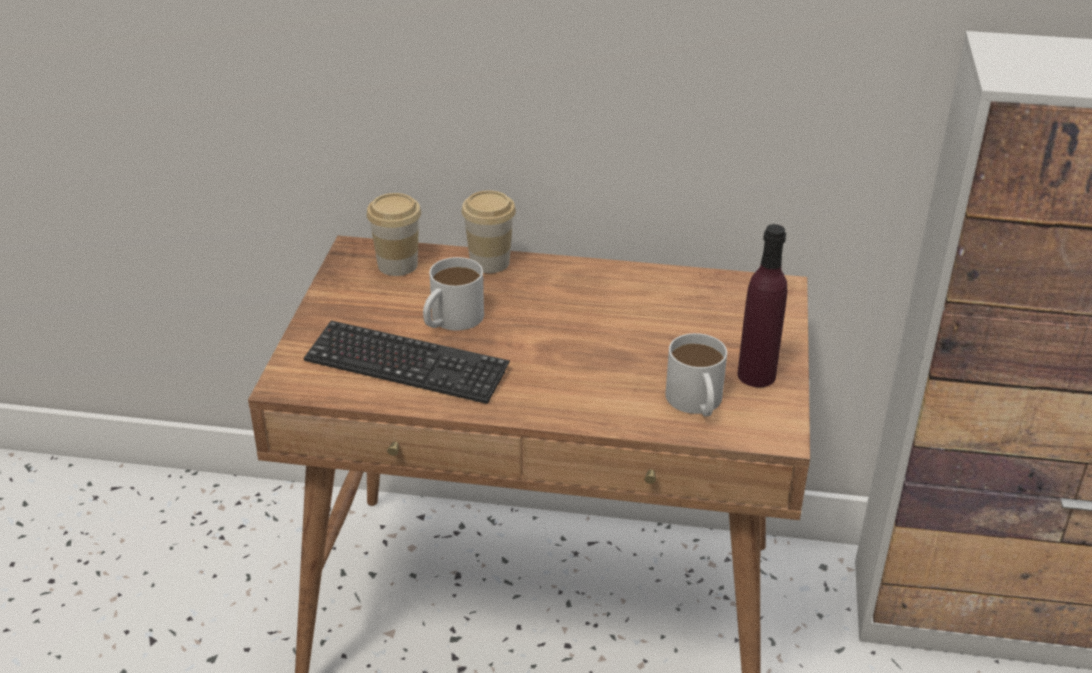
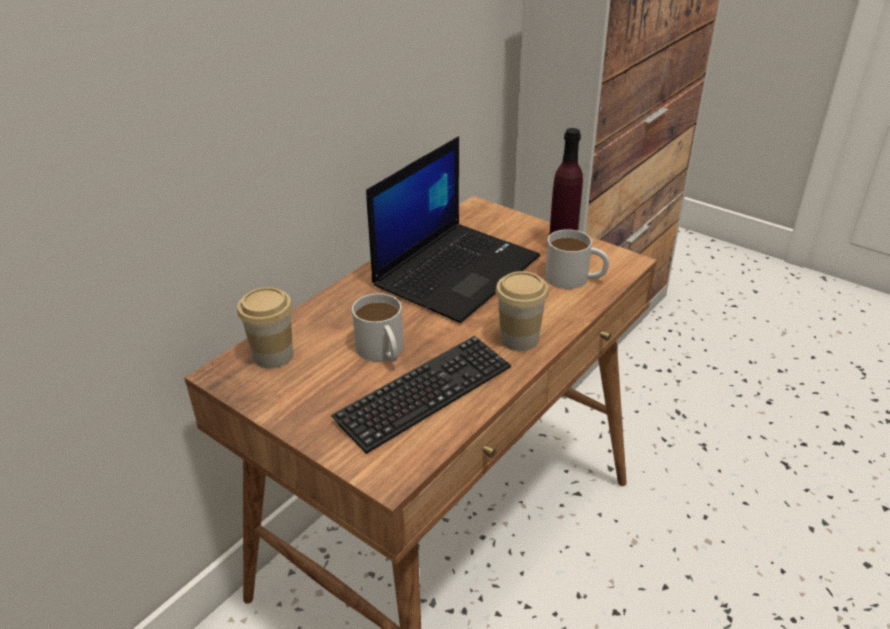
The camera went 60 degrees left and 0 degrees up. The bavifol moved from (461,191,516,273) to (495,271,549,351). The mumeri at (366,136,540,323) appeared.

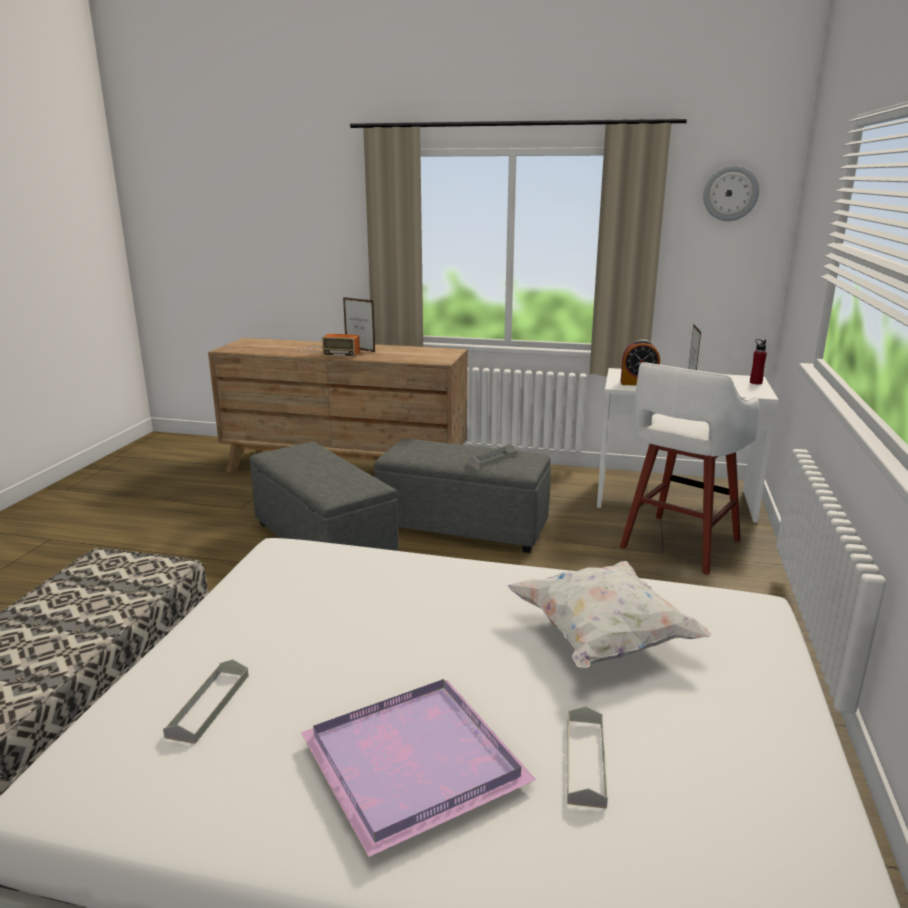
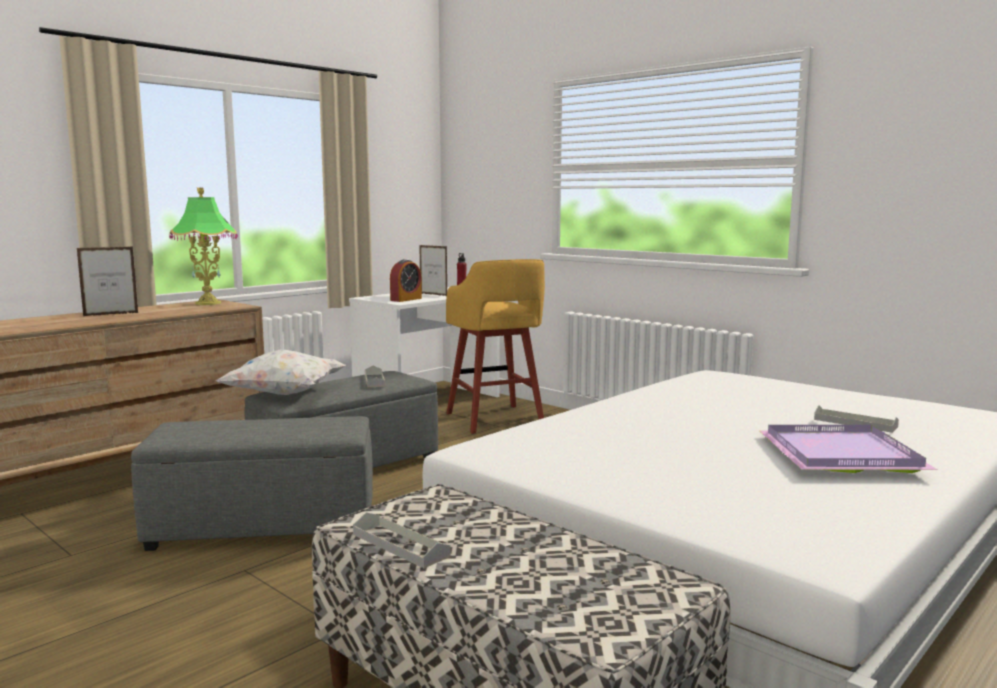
The camera went 60 degrees left and 10 degrees down. The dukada at (703,165,759,221) disappeared. The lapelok at (301,334,360,358) disappeared. The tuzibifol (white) at (620,362,759,575) became the tuzibifol (yellow) at (446,259,545,434). The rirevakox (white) moved from (507,561,711,668) to (216,350,346,395). The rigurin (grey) moved from (163,659,249,744) to (353,512,451,568). The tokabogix at (169,187,238,305) appeared.

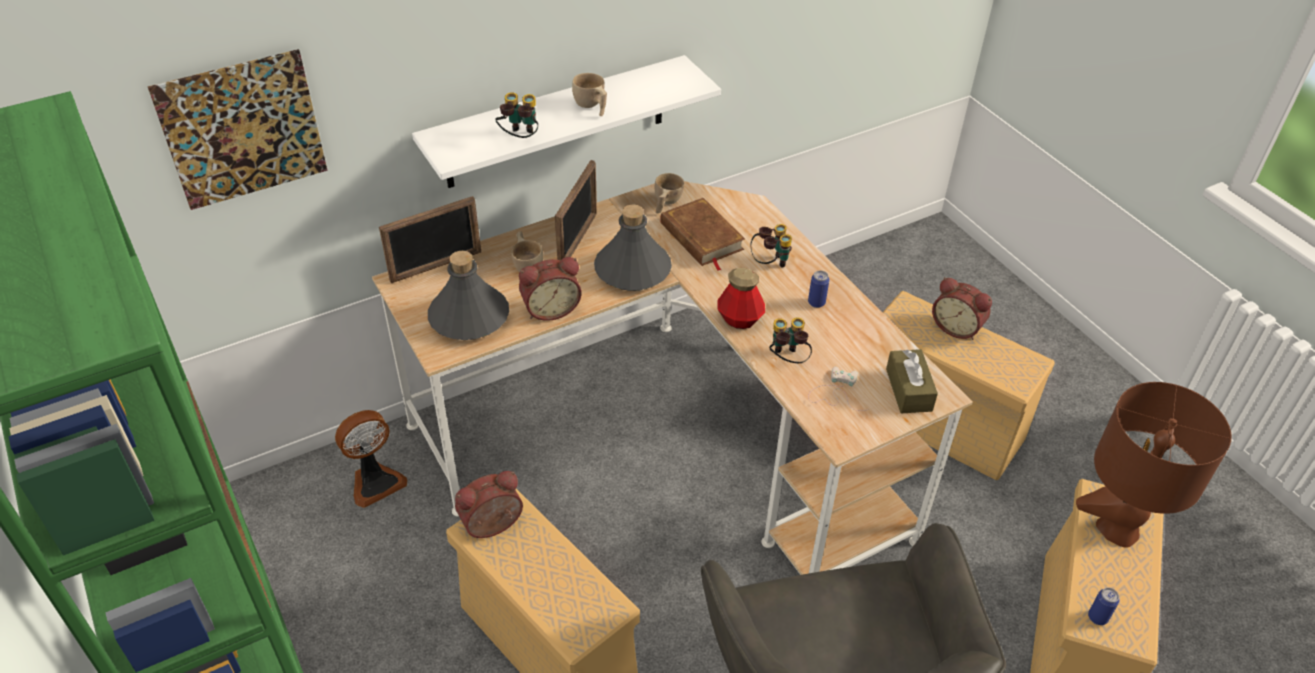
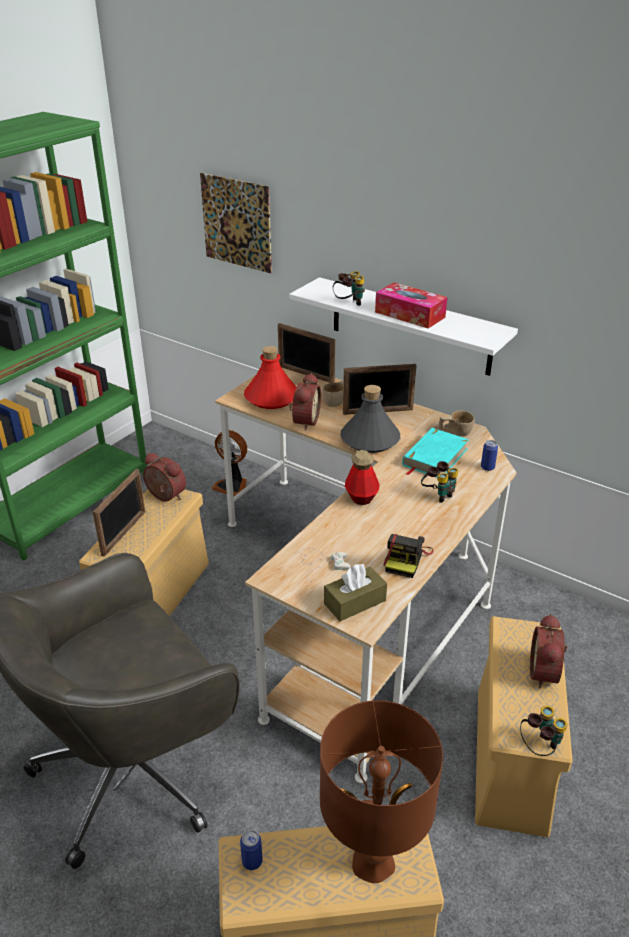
The camera went 65 degrees right and 10 degrees down. The bavifol (beige) at (572,73,607,116) was replaced by the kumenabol at (375,283,447,329). The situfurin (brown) at (660,198,745,271) became the situfurin (turquoise) at (402,428,469,478). The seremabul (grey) at (428,251,509,340) became the seremabul (red) at (244,346,297,409). The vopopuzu at (519,257,582,321) turned 120 degrees counterclockwise. The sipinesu moved from (808,270,830,308) to (481,440,498,471). The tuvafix moved from (769,317,812,363) to (520,706,567,756). The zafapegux at (93,469,146,557) appeared. The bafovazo at (384,534,434,578) appeared.

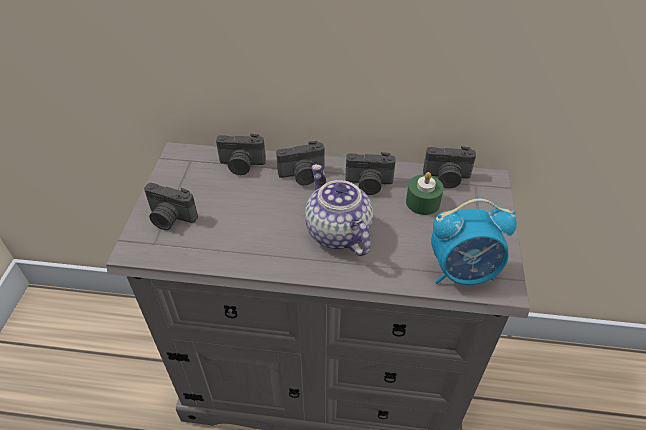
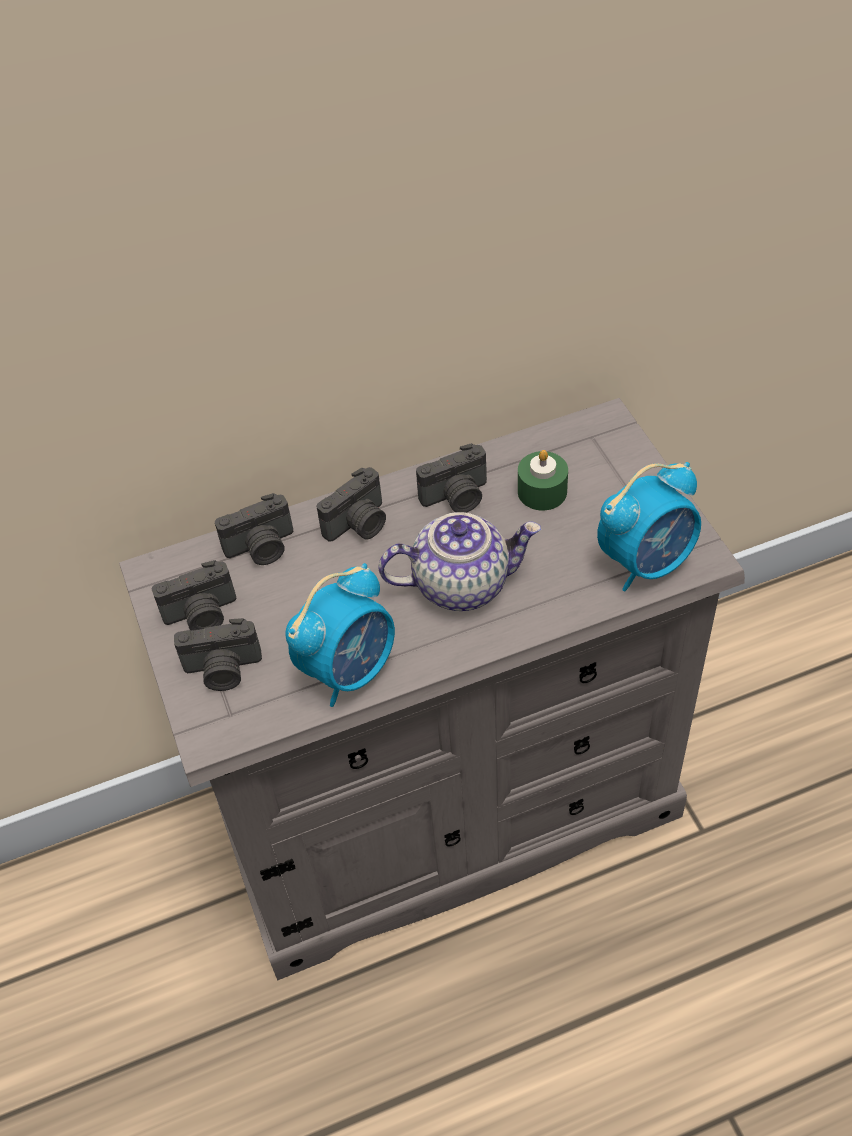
The camera went 25 degrees left and 5 degrees up. The bafovazo moved from (423,146,476,188) to (152,560,236,630). The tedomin at (305,164,373,256) turned 135 degrees clockwise. The vopopuzu at (285,563,395,707) appeared.

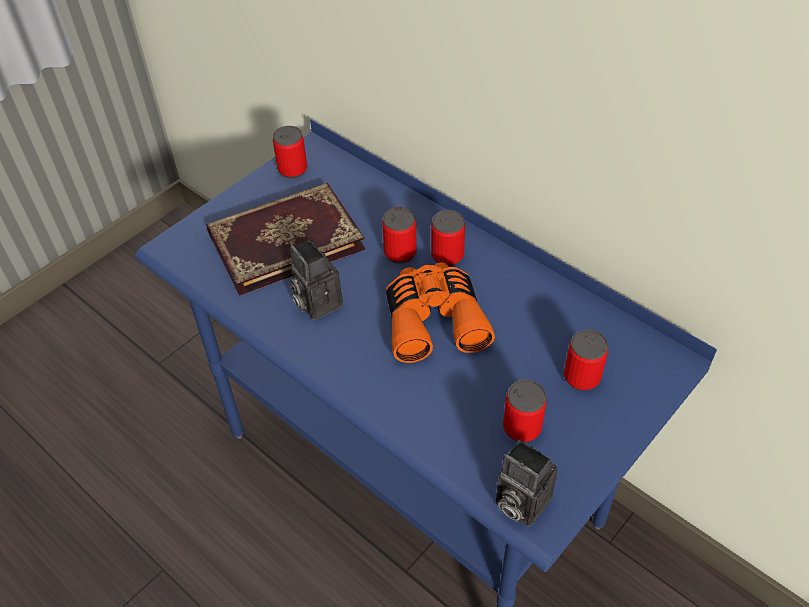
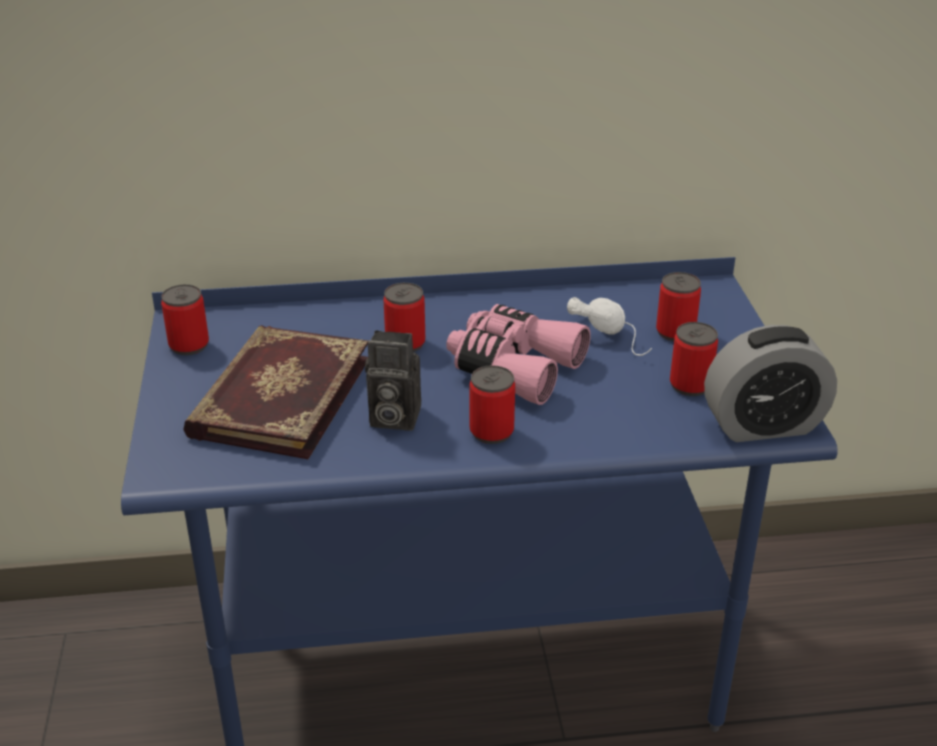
The camera went 50 degrees left and 15 degrees down. The sipinesu moved from (431,210,465,266) to (470,365,515,444). The tuvafix (orange) at (386,262,495,363) became the tuvafix (pink) at (446,304,591,405). The bafovazo at (496,439,557,526) was replaced by the vopopuzu at (704,325,837,442). The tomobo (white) at (567,297,652,356) appeared.

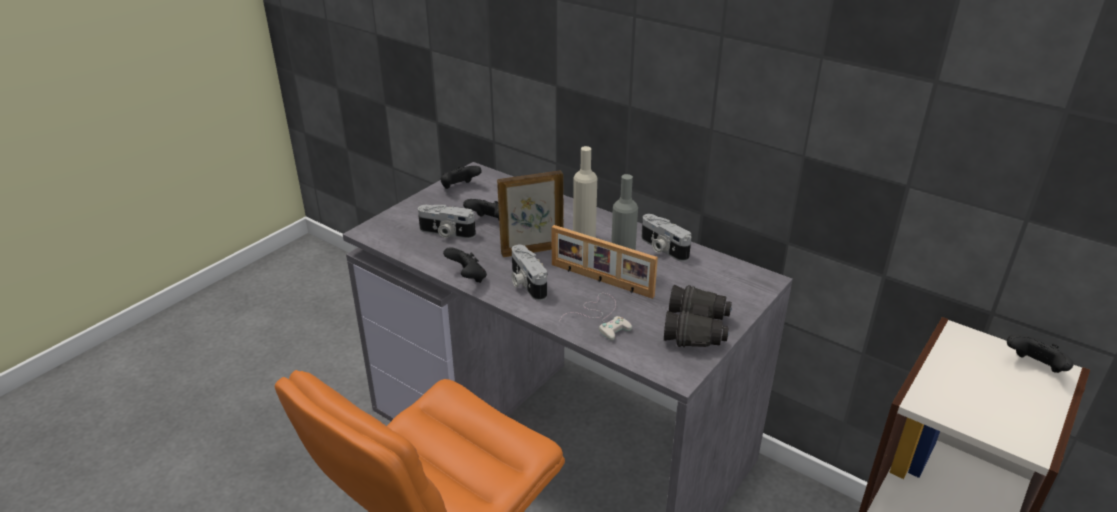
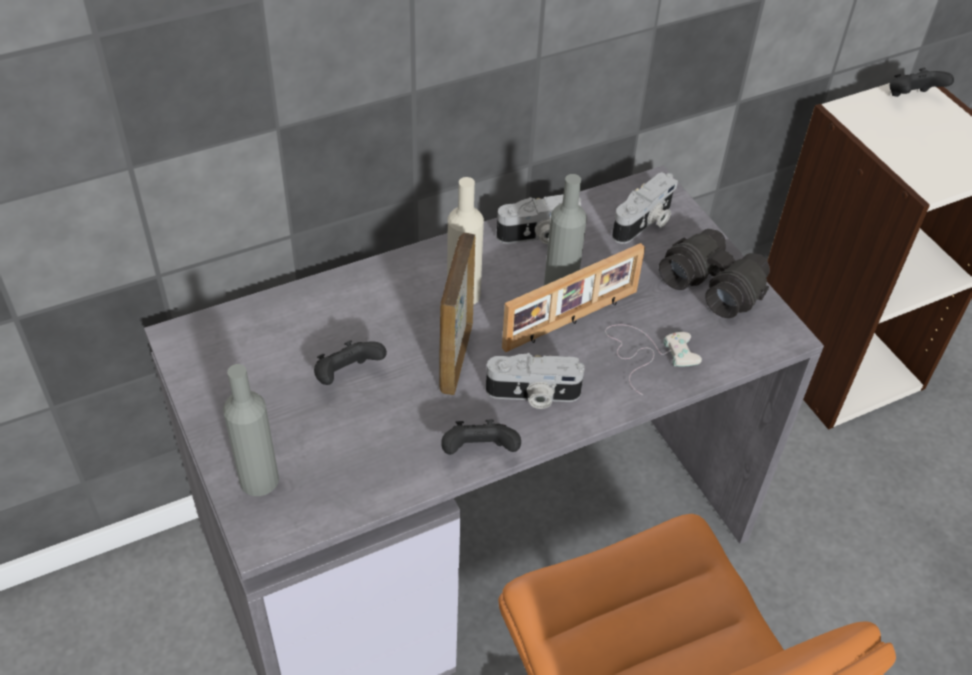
The camera went 65 degrees left and 15 degrees up. The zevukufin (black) at (440,165,482,189) disappeared. The bafovazo moved from (418,205,476,239) to (612,172,678,244). The seremabul (grey) at (223,364,279,496) appeared.

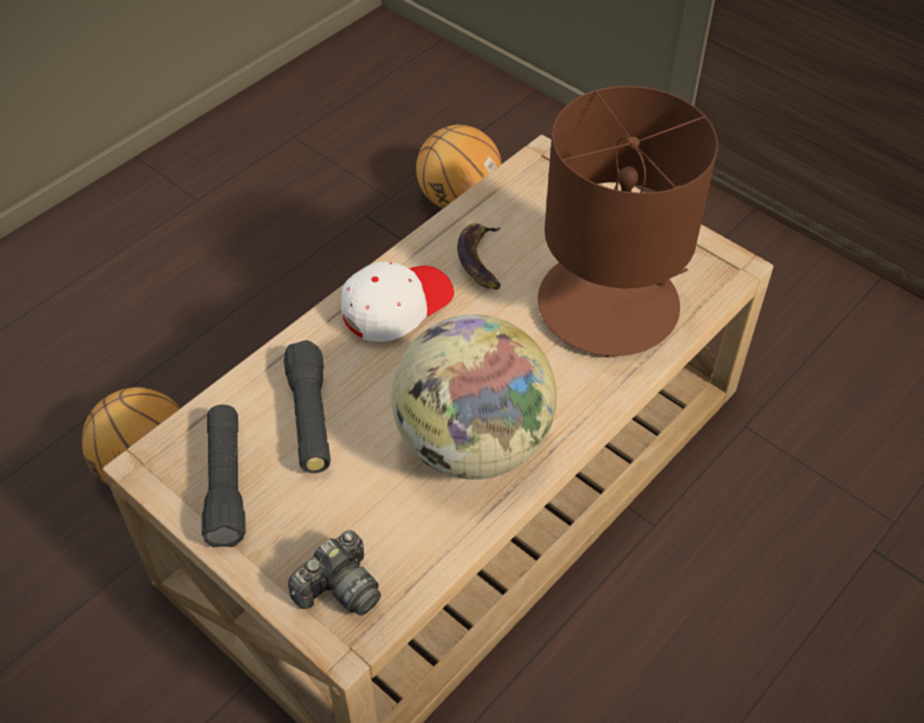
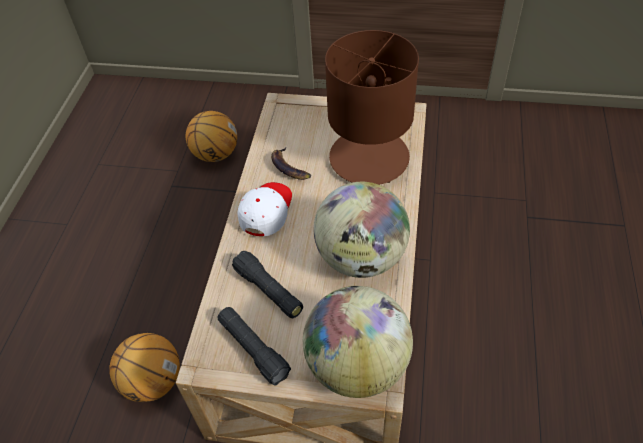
The camera went 30 degrees left and 0 degrees up. The bafovazo at (288,530,381,616) was replaced by the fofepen at (303,286,413,398).

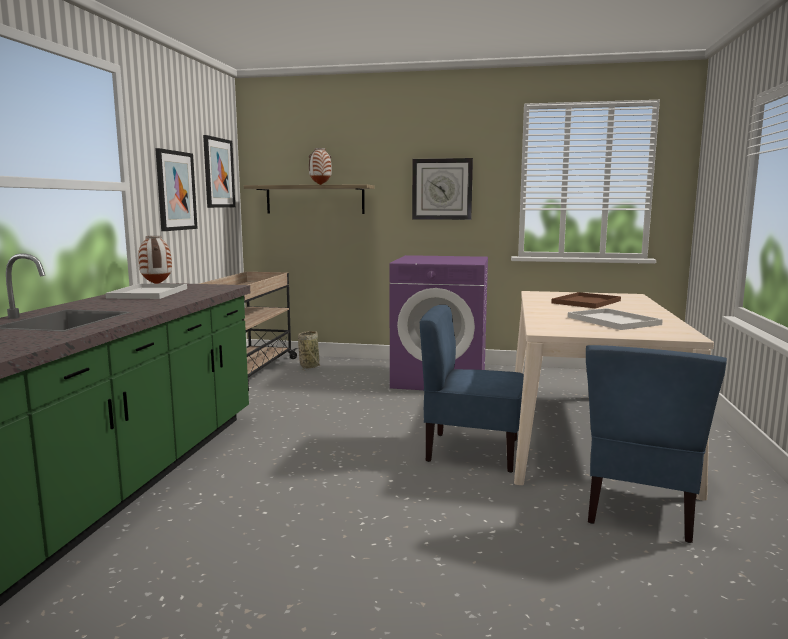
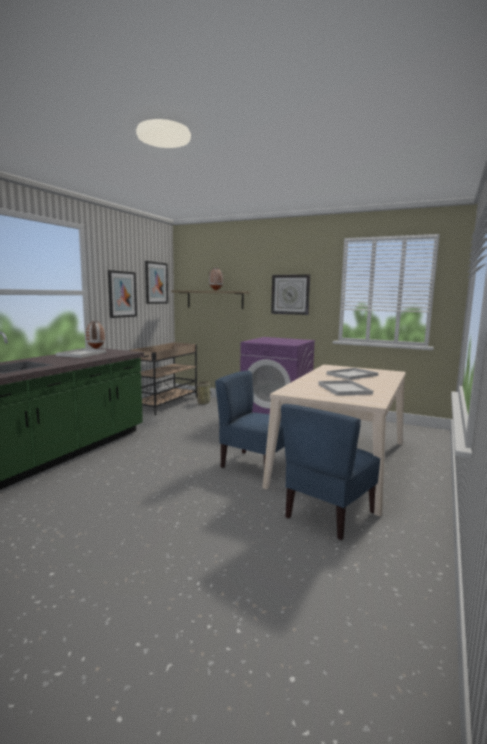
The camera went 15 degrees right and 0 degrees up. The rigurin (brown) at (551,292,621,309) became the rigurin (white) at (327,368,378,380).

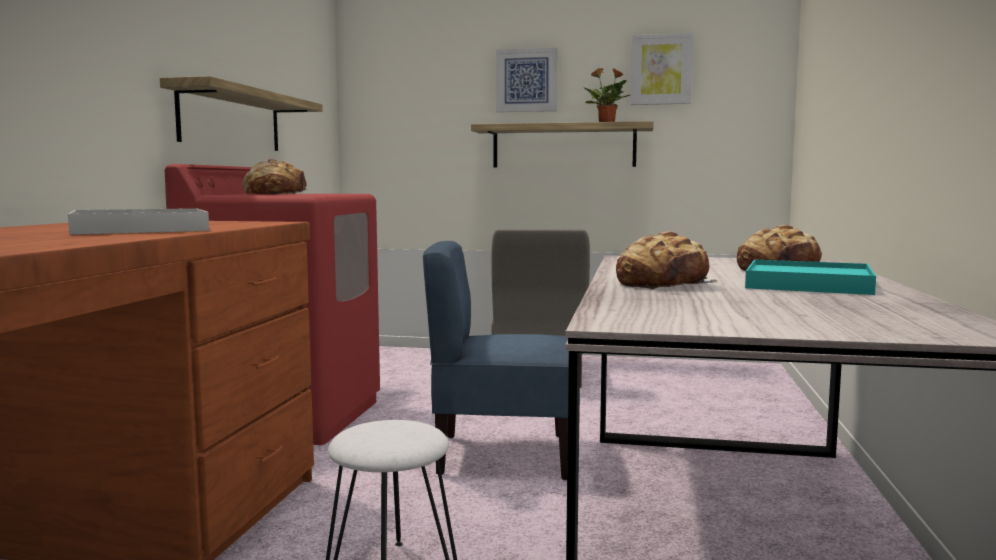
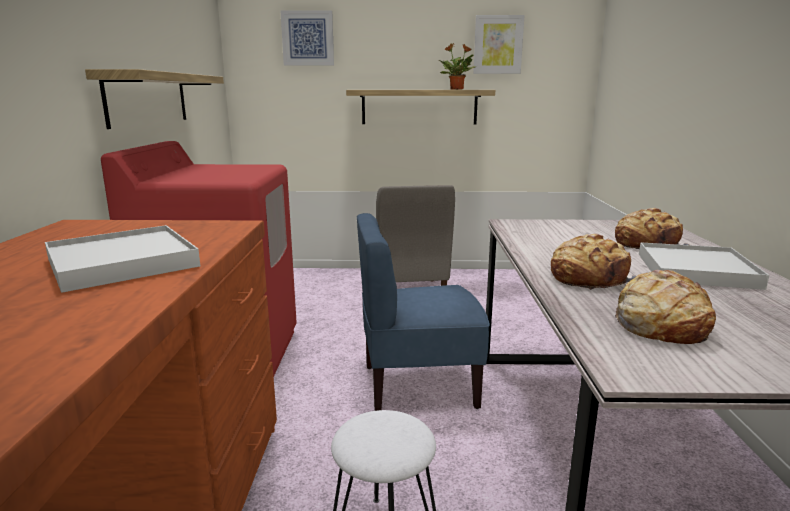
The camera went 10 degrees left and 10 degrees up. The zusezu moved from (496,48,557,112) to (280,10,334,65). The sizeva moved from (242,159,308,194) to (615,270,716,344). The rigurin (turquoise) at (745,260,876,295) became the rigurin (white) at (639,242,769,290).

